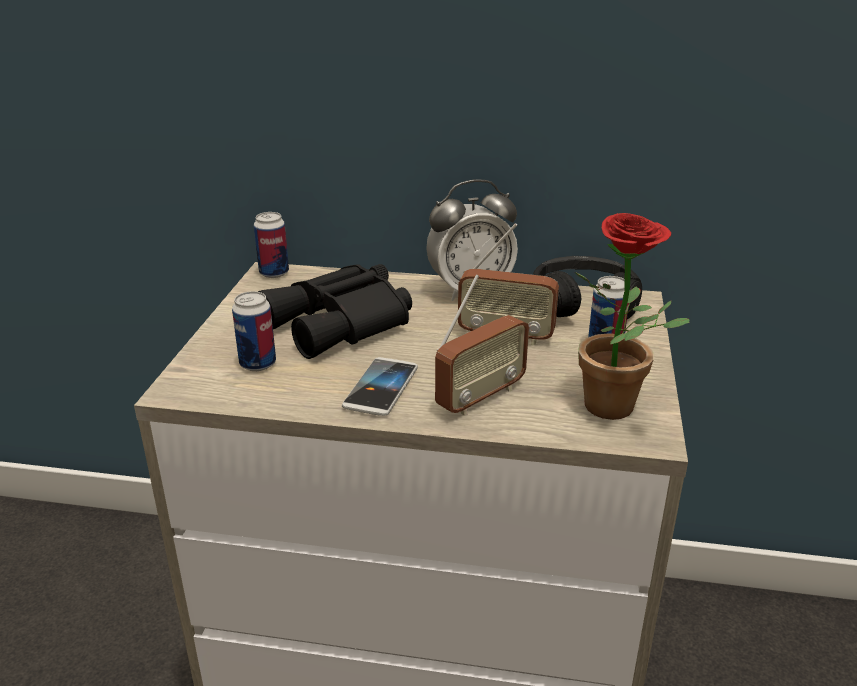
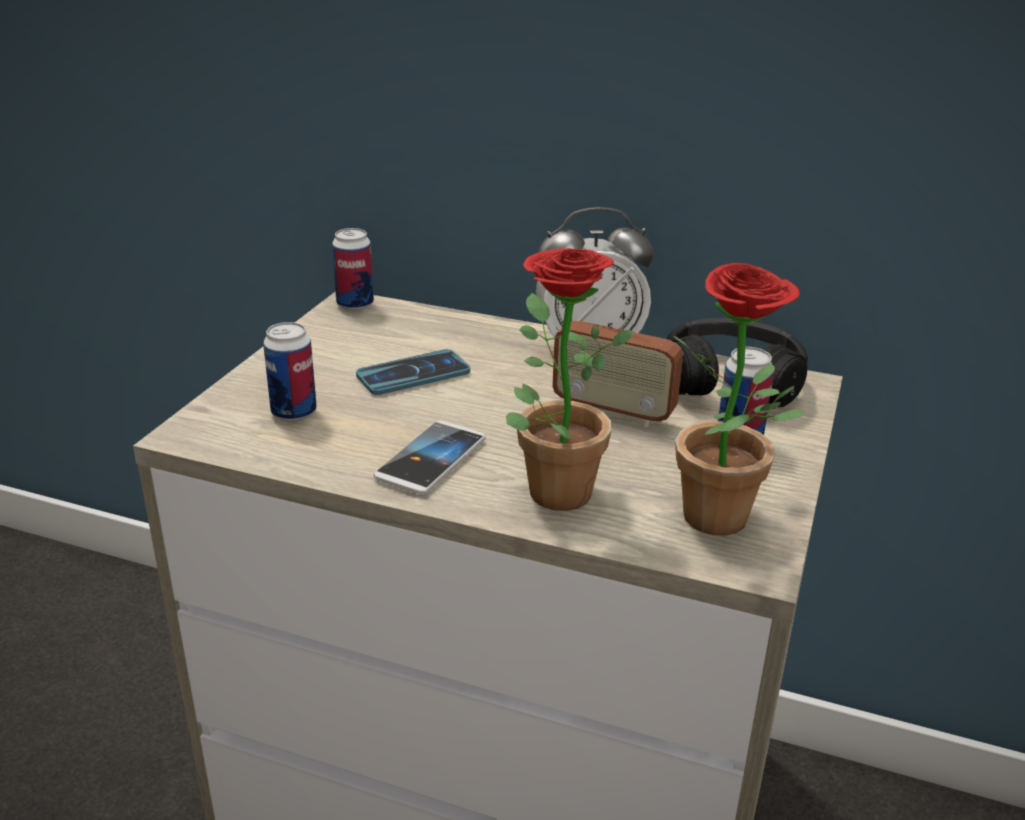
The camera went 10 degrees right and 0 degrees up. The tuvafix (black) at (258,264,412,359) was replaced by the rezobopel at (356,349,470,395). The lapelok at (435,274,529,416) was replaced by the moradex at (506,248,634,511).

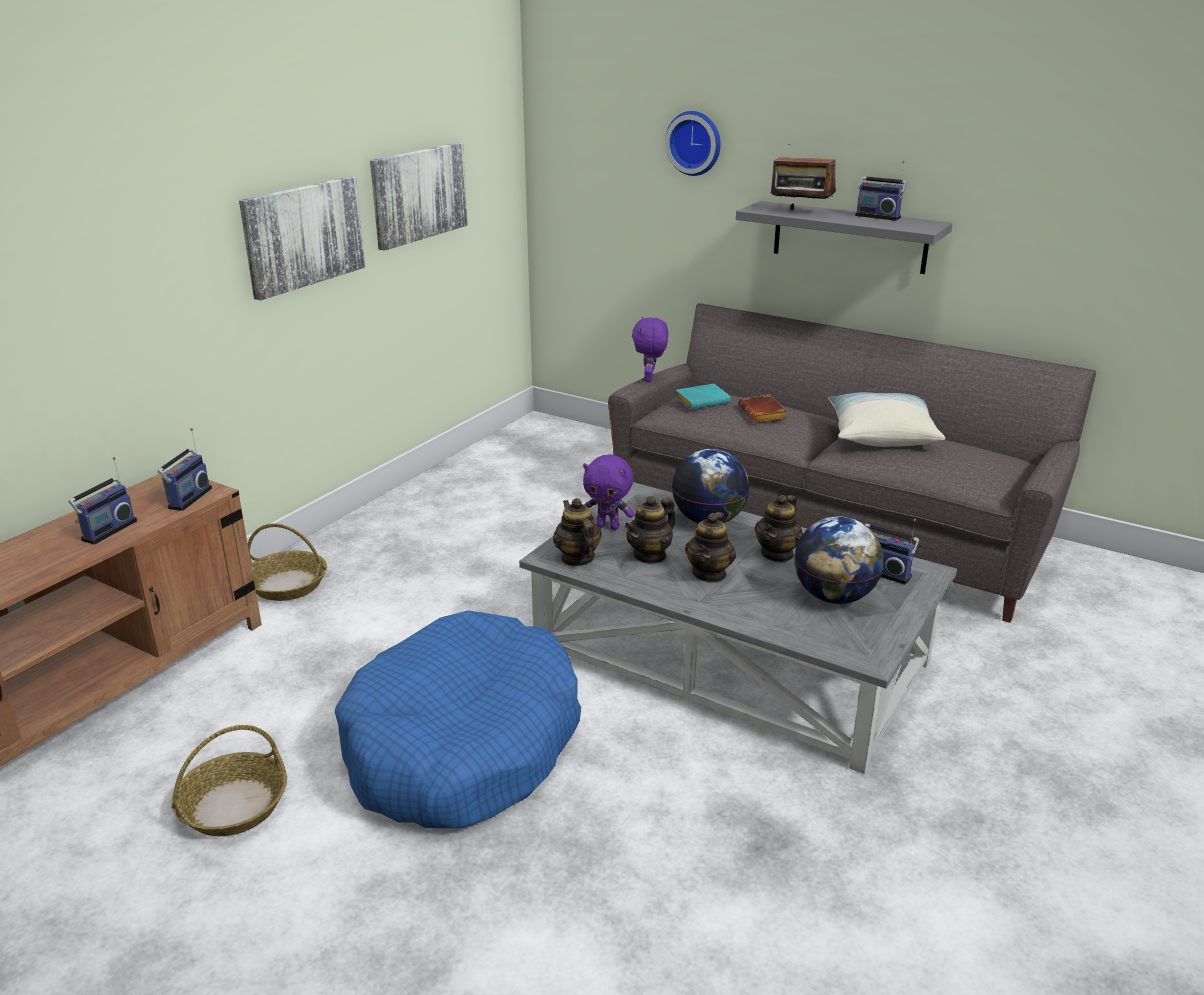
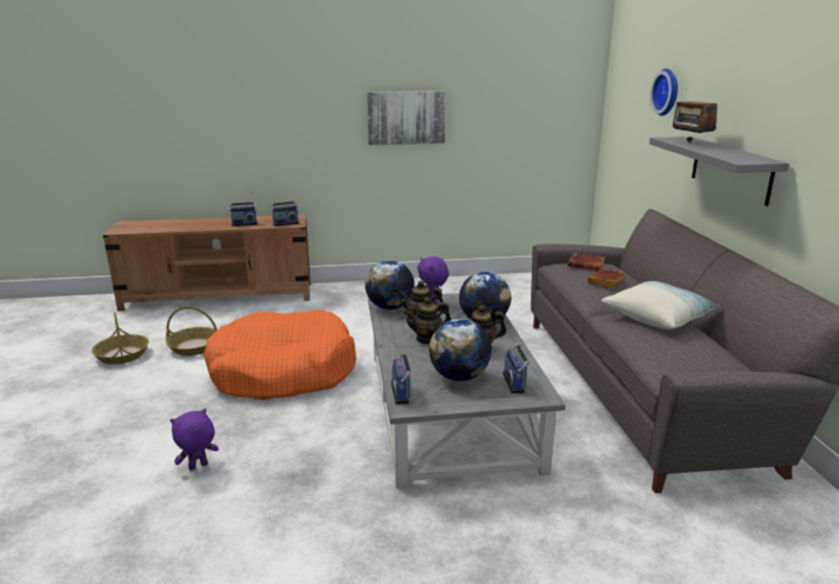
The camera went 50 degrees right and 5 degrees down. The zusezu at (370,143,468,251) disappeared. The lapelok moved from (855,161,907,221) to (391,353,411,404). The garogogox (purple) moved from (632,317,668,382) to (170,408,219,471). The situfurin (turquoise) at (675,384,731,410) became the situfurin (brown) at (568,253,605,271). The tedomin at (553,498,602,566) was replaced by the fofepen at (365,260,415,310). The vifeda moved from (248,523,327,601) to (92,312,149,364). The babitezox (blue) at (335,611,581,828) became the babitezox (orange) at (203,310,356,400).

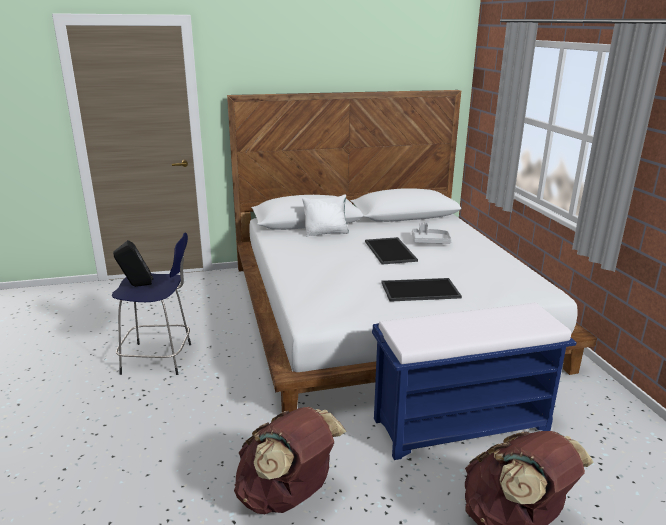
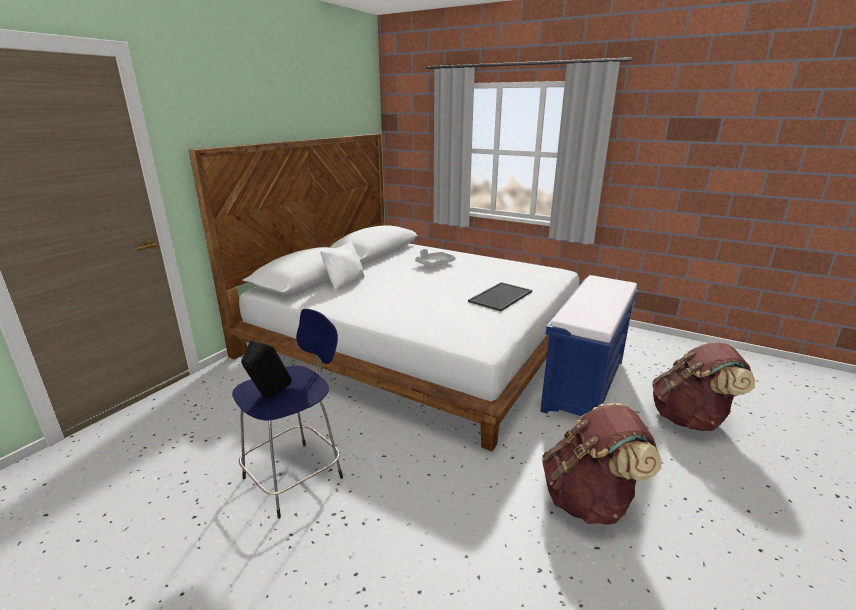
The camera went 45 degrees left and 0 degrees up. The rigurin at (365,237,418,265) disappeared.

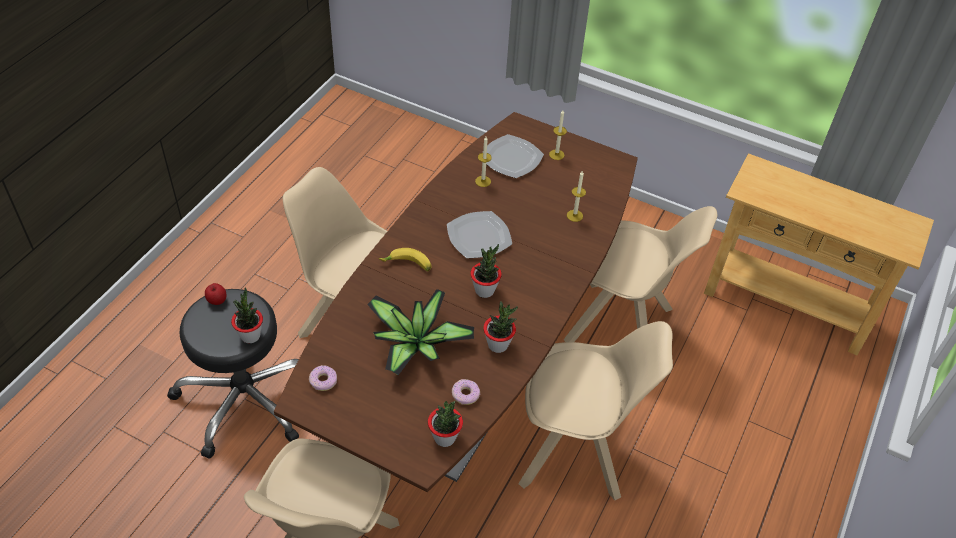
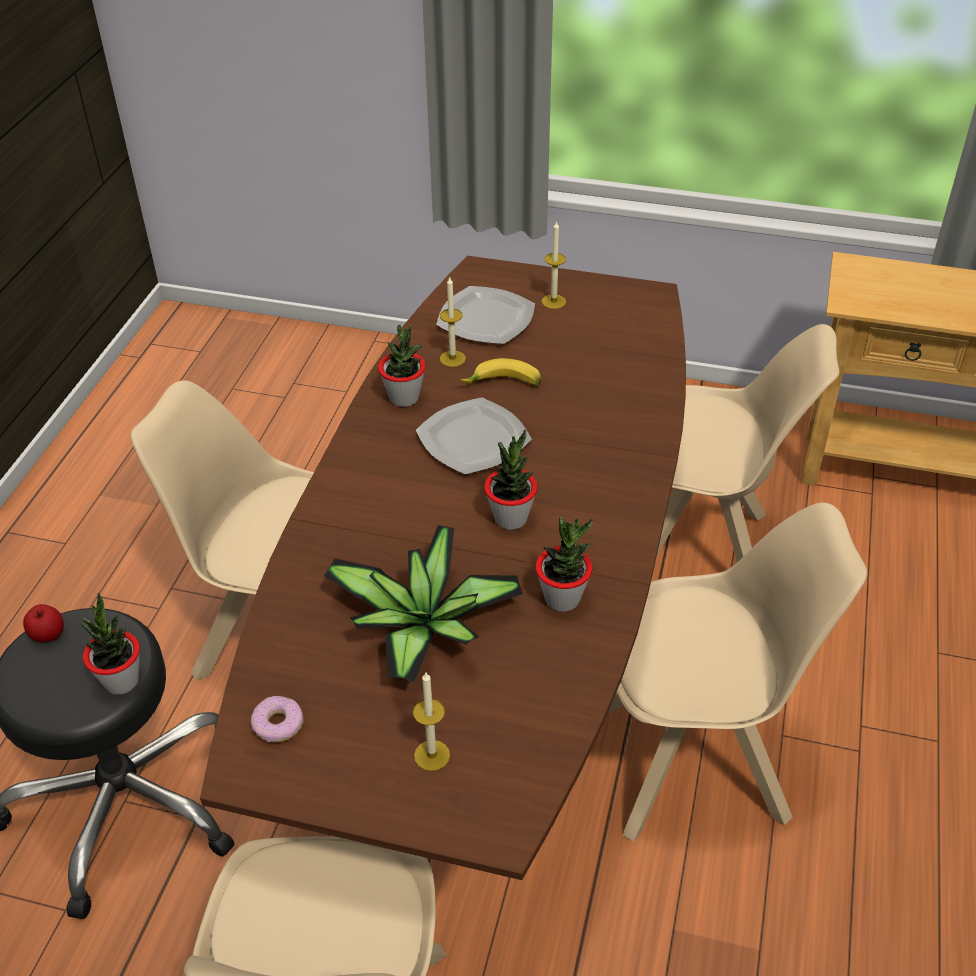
The camera went 10 degrees left and 5 degrees down. The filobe moved from (567,171,586,222) to (413,672,450,771). The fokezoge moved from (379,248,432,271) to (460,358,542,386). The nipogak at (452,379,480,405) disappeared. The moradex moved from (428,401,463,447) to (378,325,426,407).

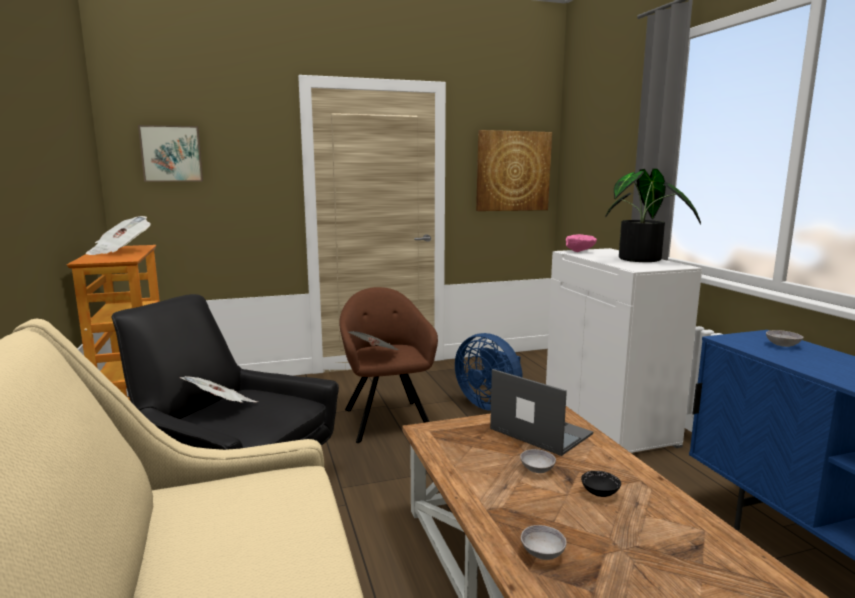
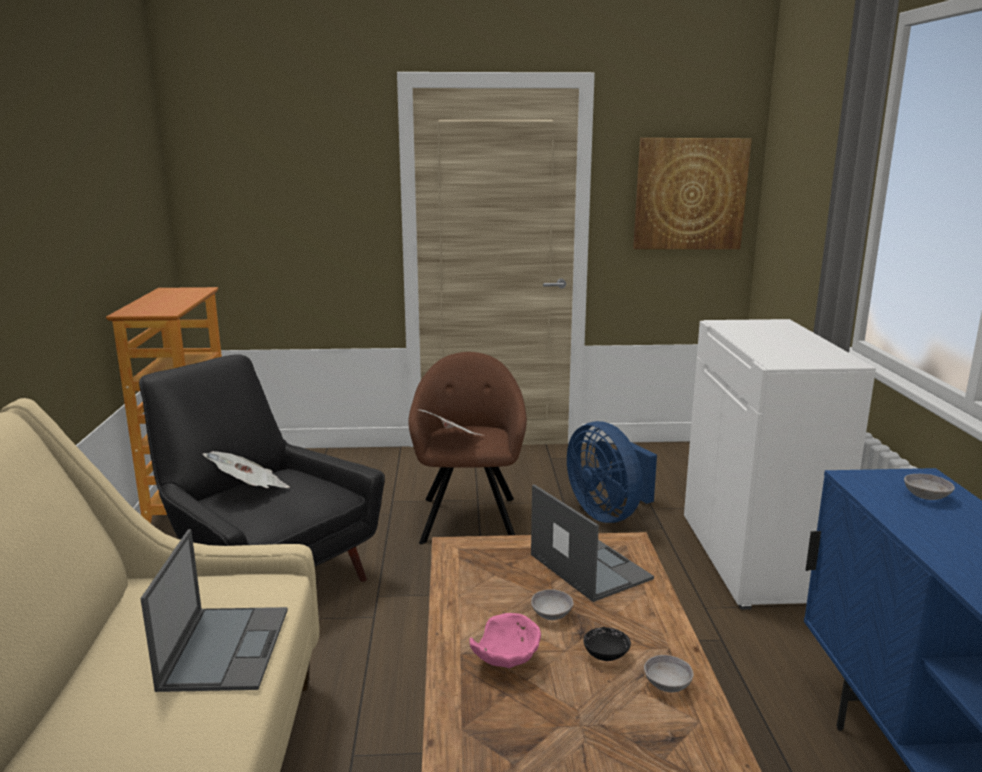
The camera went 15 degrees right and 5 degrees up. The zusezu at (138,125,203,182) disappeared. The moradex at (605,169,701,262) disappeared. The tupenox at (86,216,151,255) disappeared. The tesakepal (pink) moved from (566,234,597,252) to (469,613,541,668). The tesakepal (grey) moved from (521,525,567,560) to (644,655,694,692). The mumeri at (140,529,288,692) appeared.

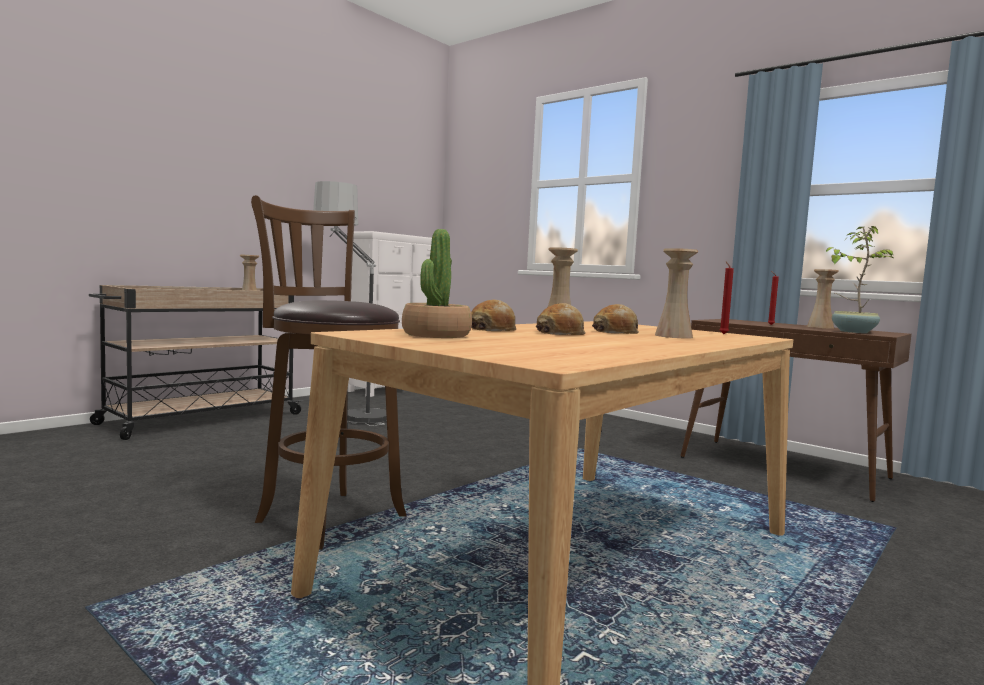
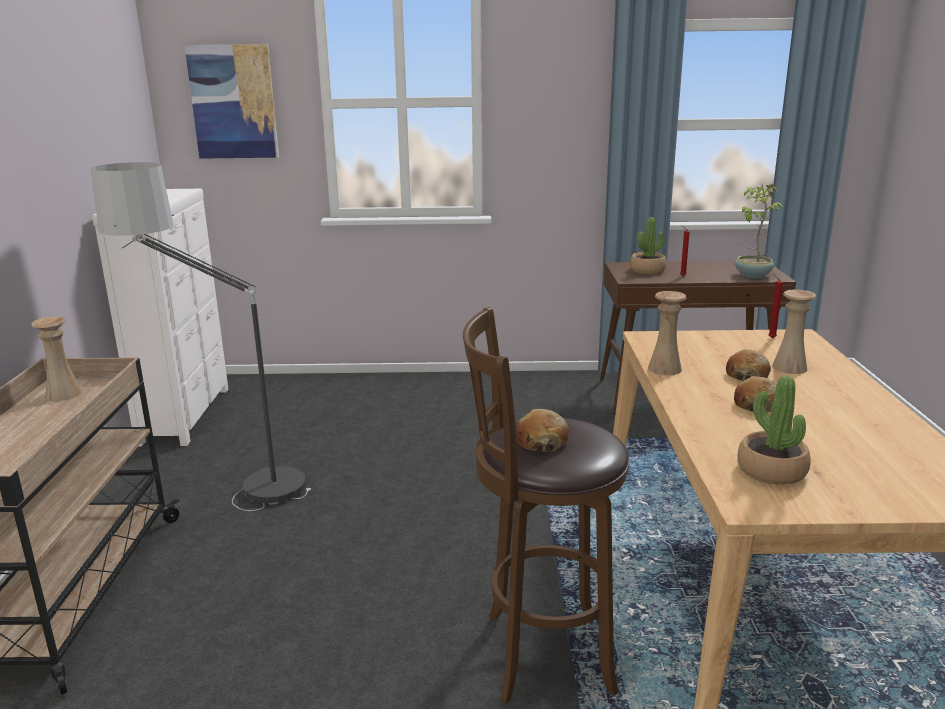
The camera went 40 degrees left and 15 degrees up. The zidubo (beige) at (807,269,839,329) disappeared. The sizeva moved from (471,300,517,331) to (516,409,569,452). The zusezu at (184,44,279,159) appeared. The moradex at (630,217,666,274) appeared.

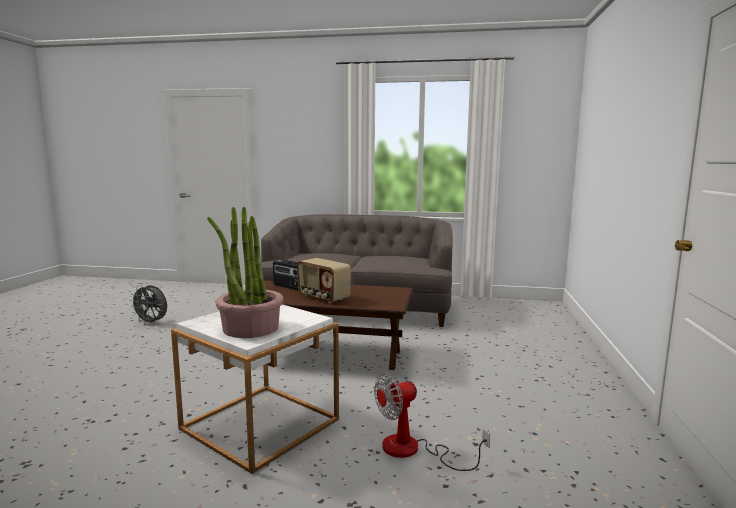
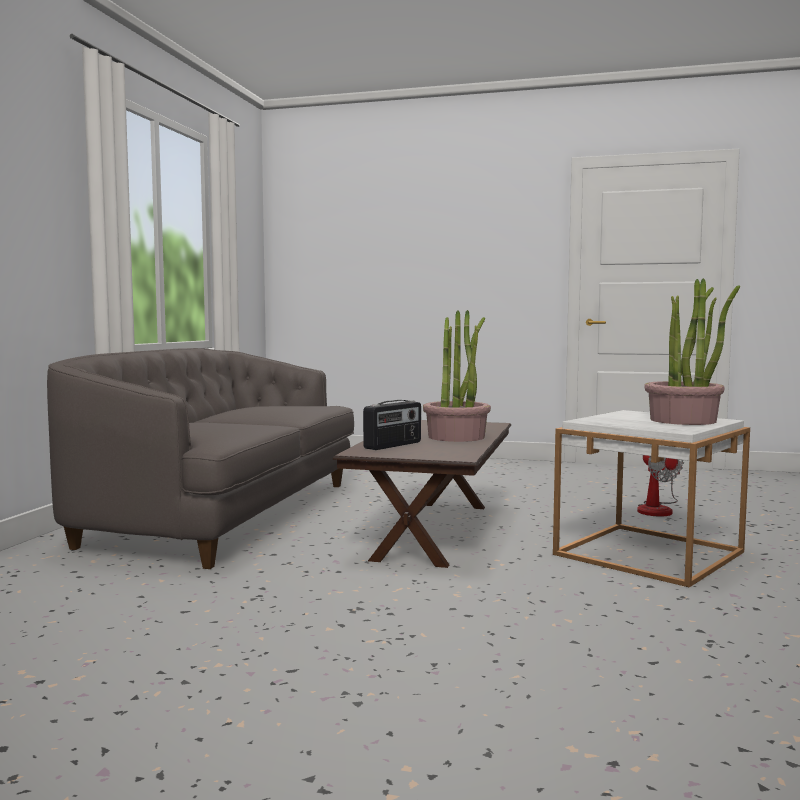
The camera went 85 degrees left and 5 degrees down. The lapelok at (297,258,351,303) was replaced by the moradex at (423,310,491,442). The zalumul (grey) at (130,285,167,325) disappeared.

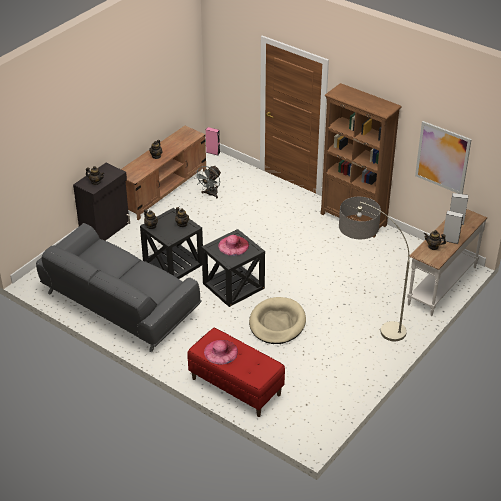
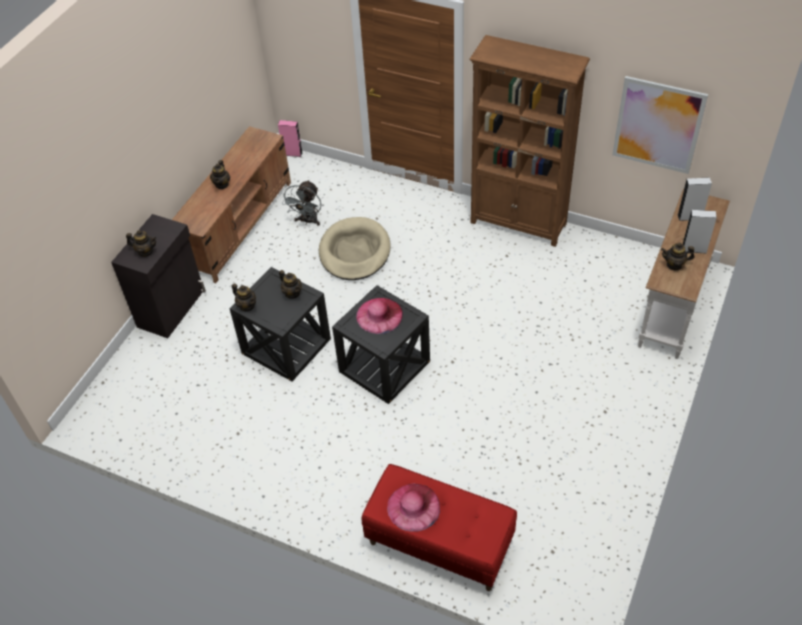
The camera went 10 degrees left and 10 degrees up. The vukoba at (339,197,410,341) disappeared. The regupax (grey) at (36,223,202,353) disappeared. The babitezox (beige) moved from (249,297,306,344) to (319,217,391,280).

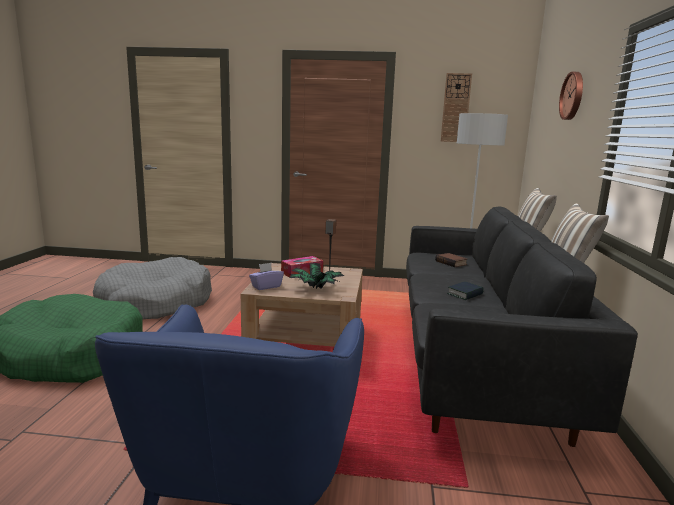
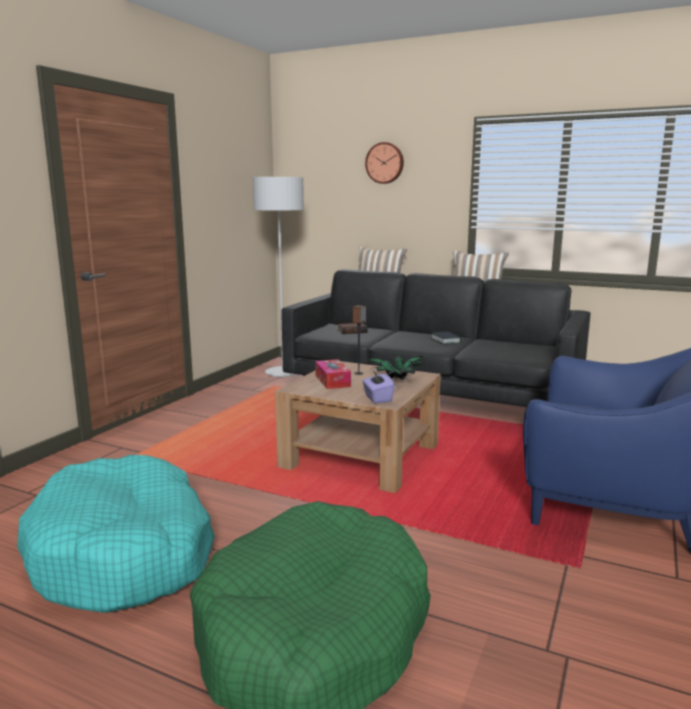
The camera went 70 degrees left and 0 degrees up. The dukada at (441,73,472,142) disappeared. The babitezox (grey) at (93,257,212,319) became the babitezox (turquoise) at (17,455,215,613).

